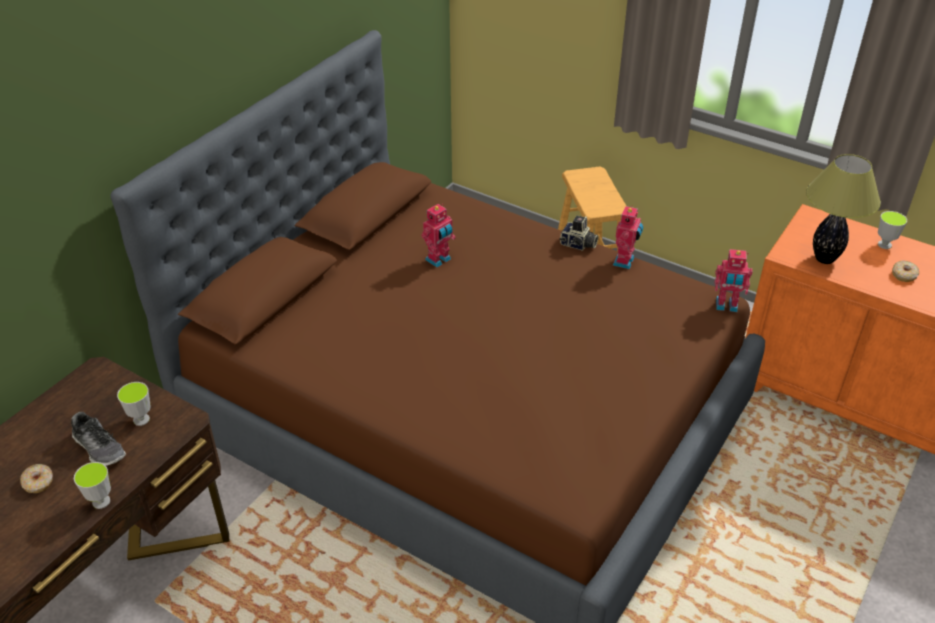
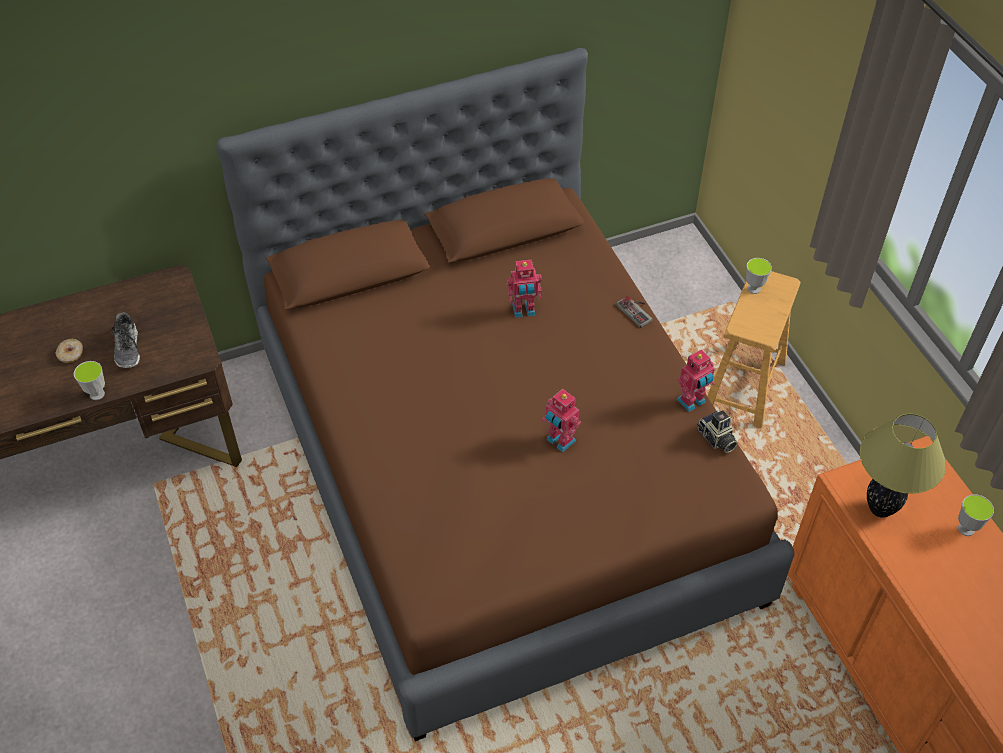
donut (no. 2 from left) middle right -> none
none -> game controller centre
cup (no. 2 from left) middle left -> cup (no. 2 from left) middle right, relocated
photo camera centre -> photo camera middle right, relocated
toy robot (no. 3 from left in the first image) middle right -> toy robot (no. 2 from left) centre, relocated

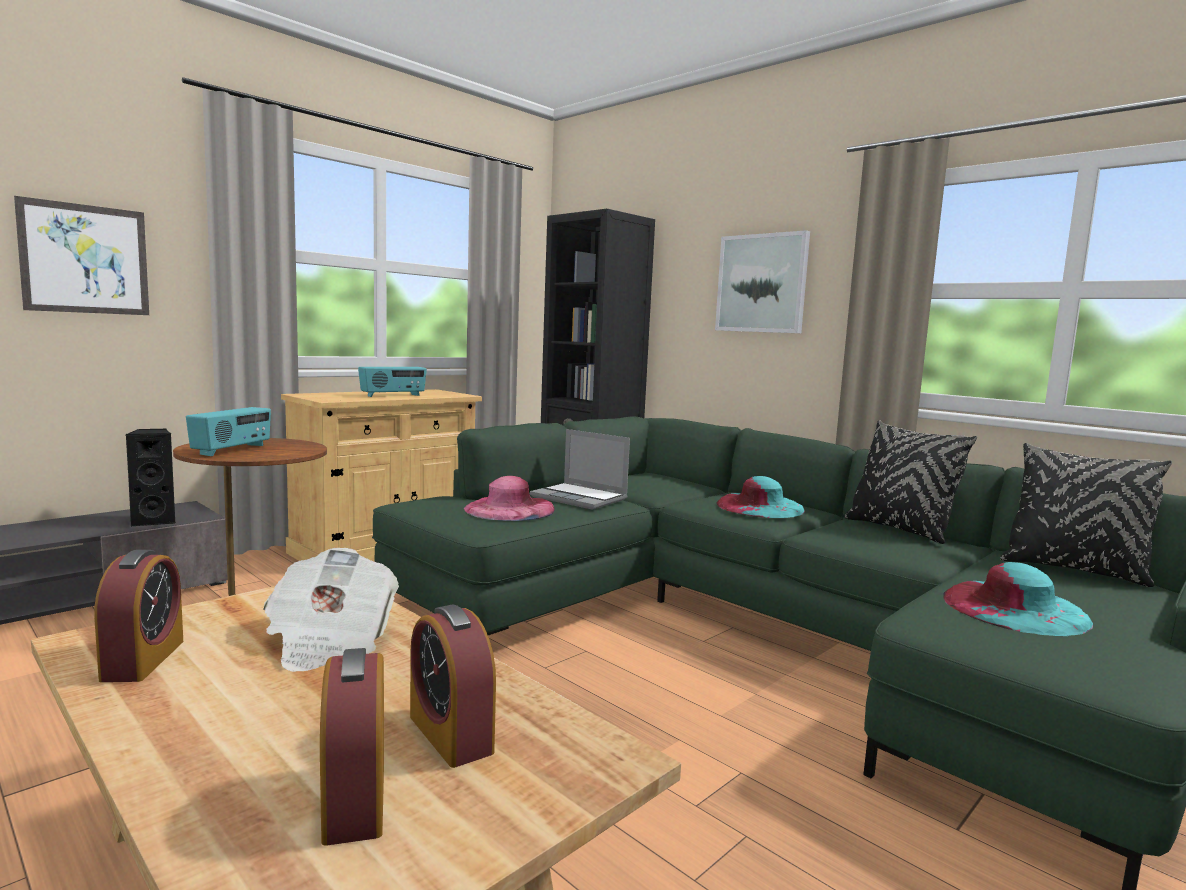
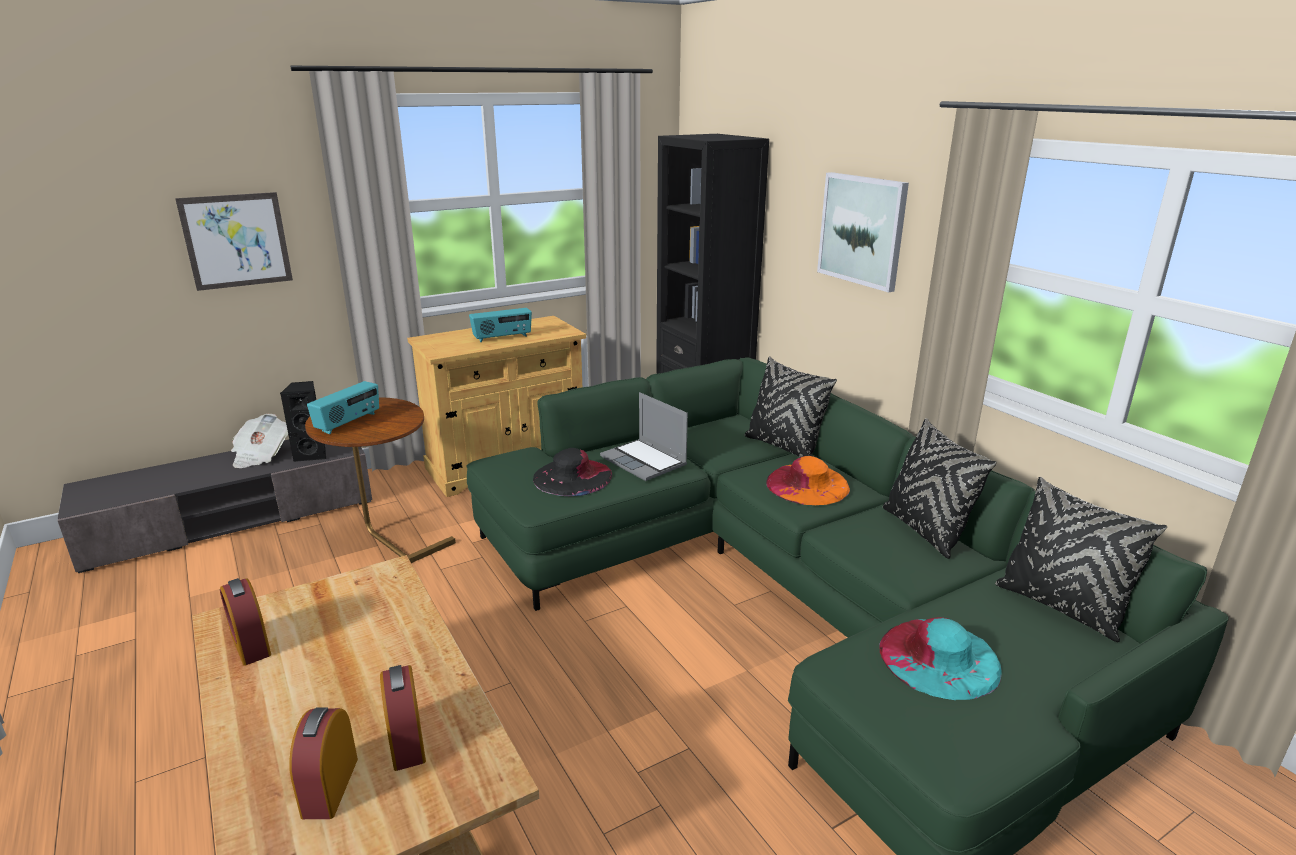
none -> black pillow (no. 1 from left) centre
newspaper bottom left -> newspaper middle left, relocated
pink hat centre -> black hat centre
turquoise hat (no. 1 from left) centre -> orange hat centre
alarm clock (no. 1 from left) bottom left, 135 degrees clockwise

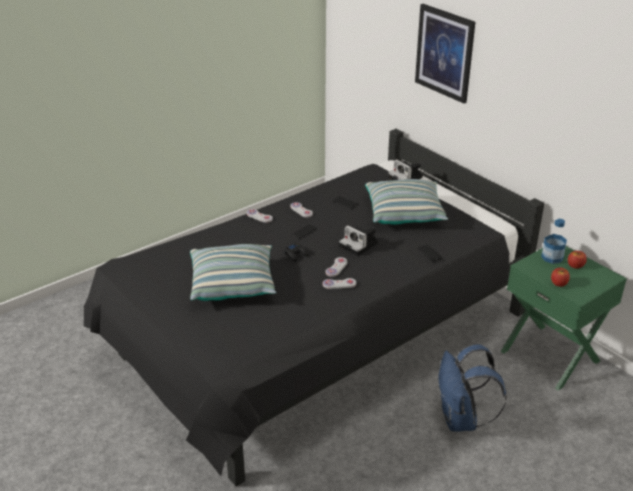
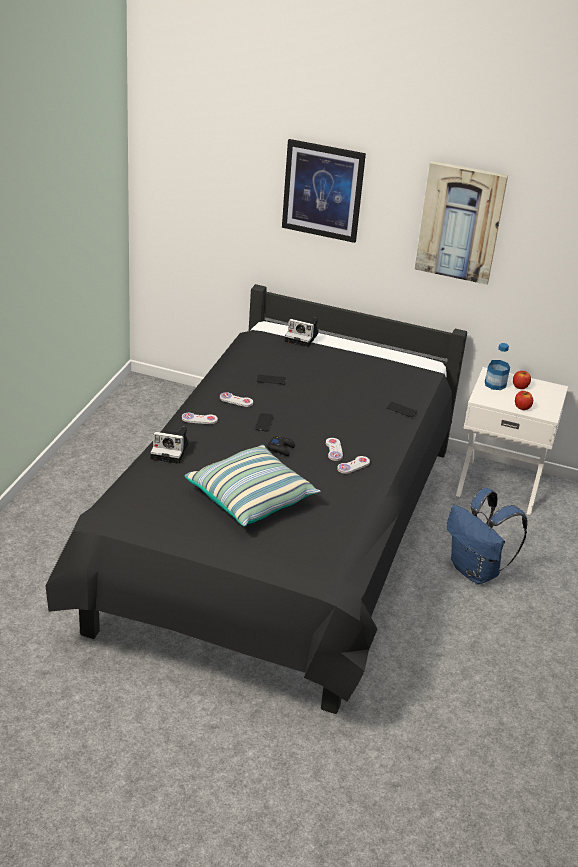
pillow (no. 2 from left) centre -> none
none -> picture (no. 2 from left) top right
photo camera (no. 1 from left) centre -> photo camera (no. 1 from left) middle left, relocated
green nightstand middle right -> white nightstand middle right

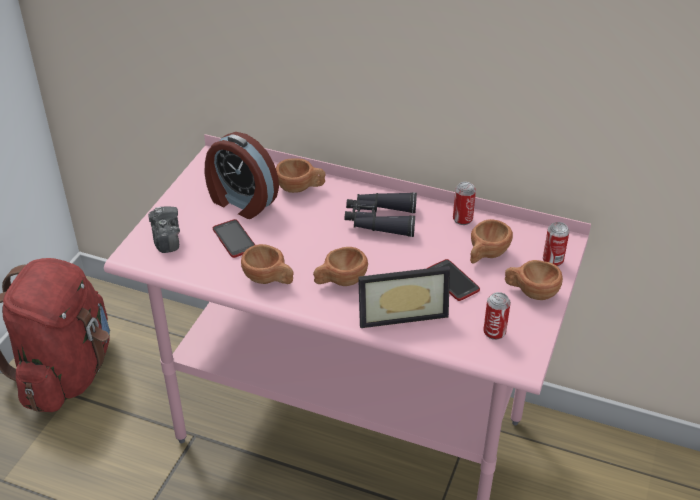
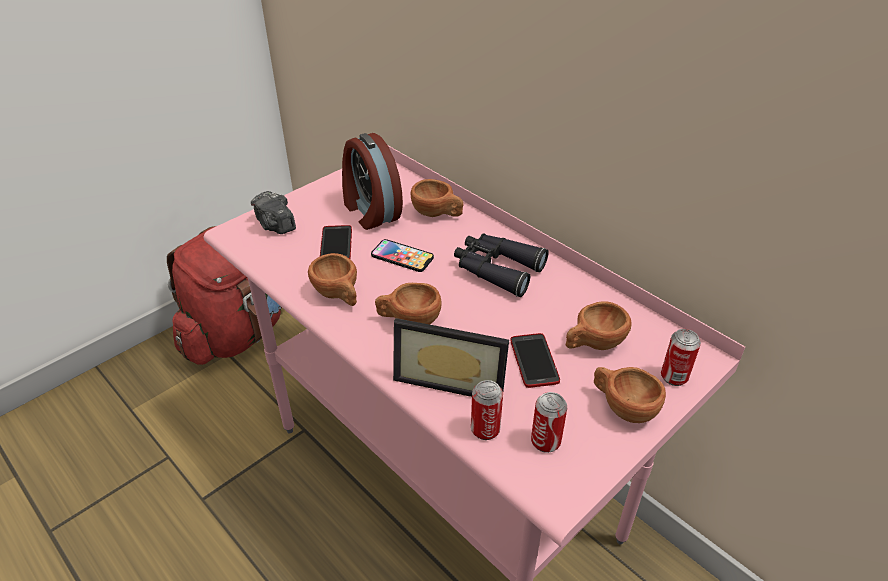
none -> phone (no. 2 from left) centre
can (no. 1 from left) centre -> can (no. 1 from left) bottom centre, relocated
photo camera middle left, 135 degrees clockwise

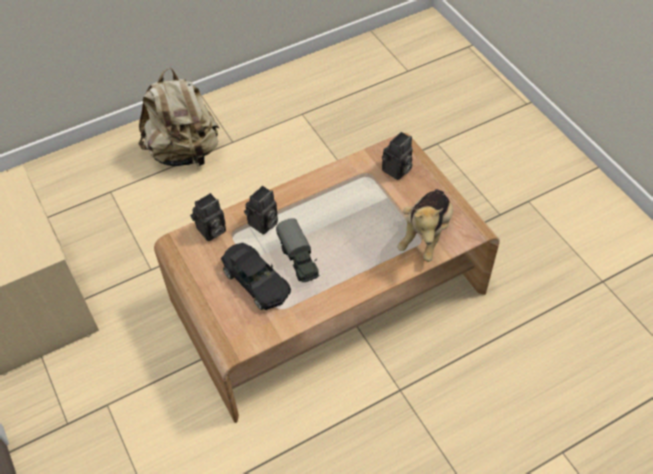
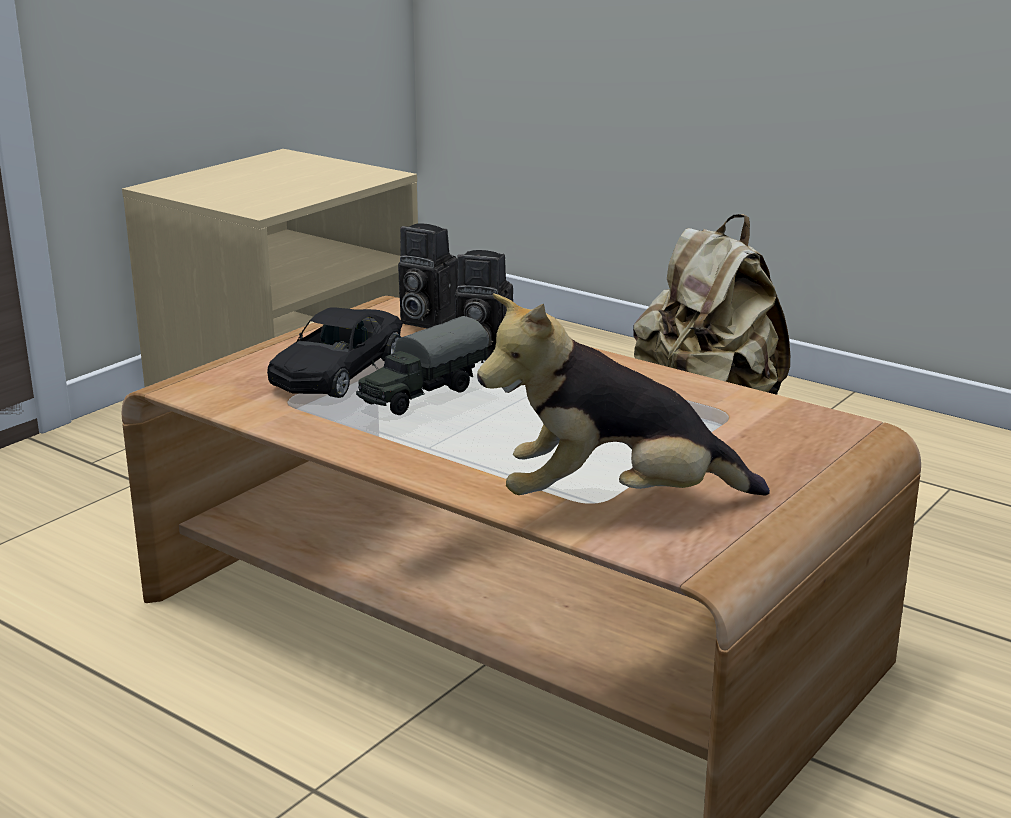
photo camera (no. 3 from left) top centre -> none

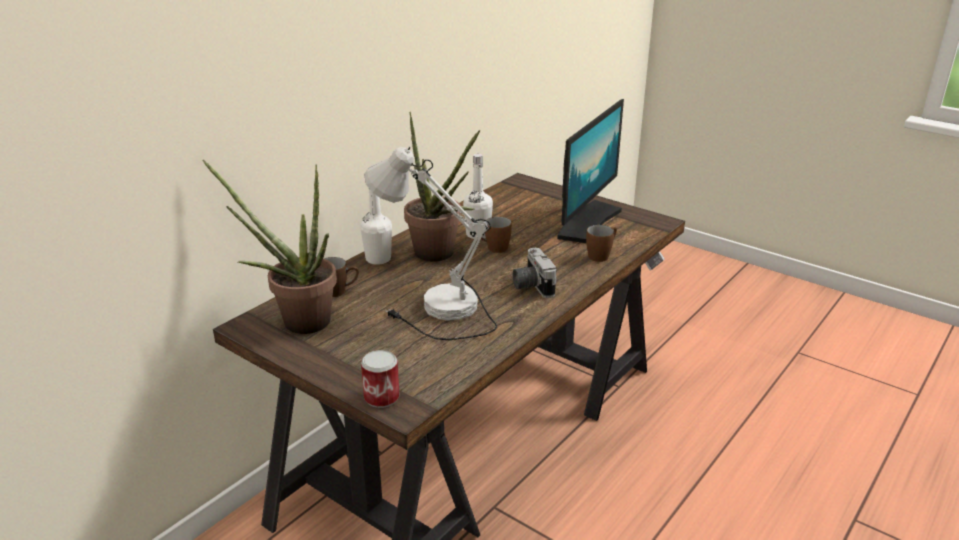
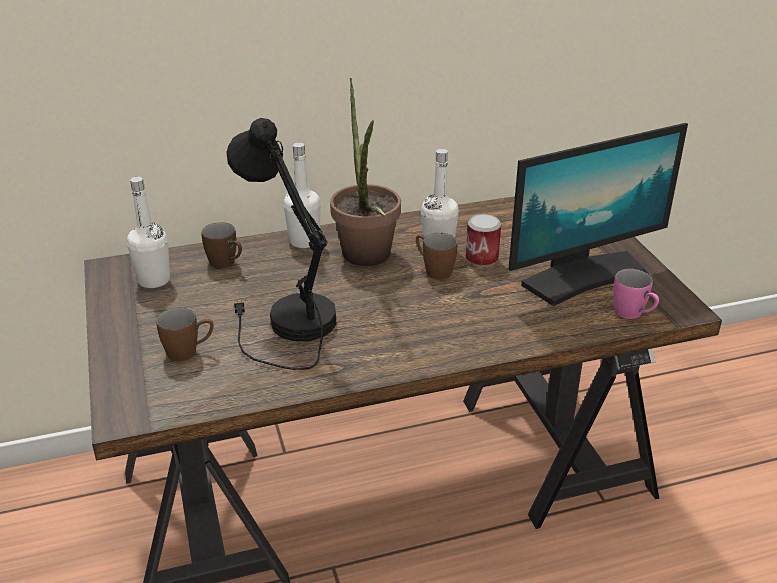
photo camera centre -> none
none -> pink mug middle right
can bottom centre -> can centre, relocated
brown mug (no. 3 from left in the first image) centre -> brown mug (no. 1 from left) middle left, relocated
potted plant (no. 1 from left) middle left -> white bottle (no. 1 from left) middle left
white table lamp centre -> black table lamp centre

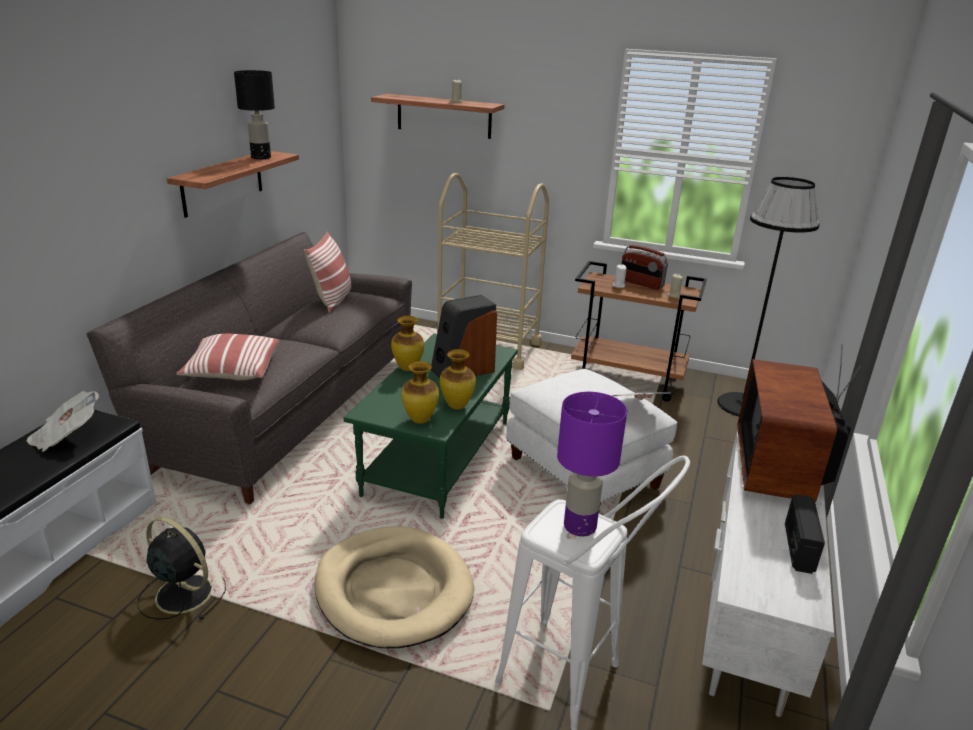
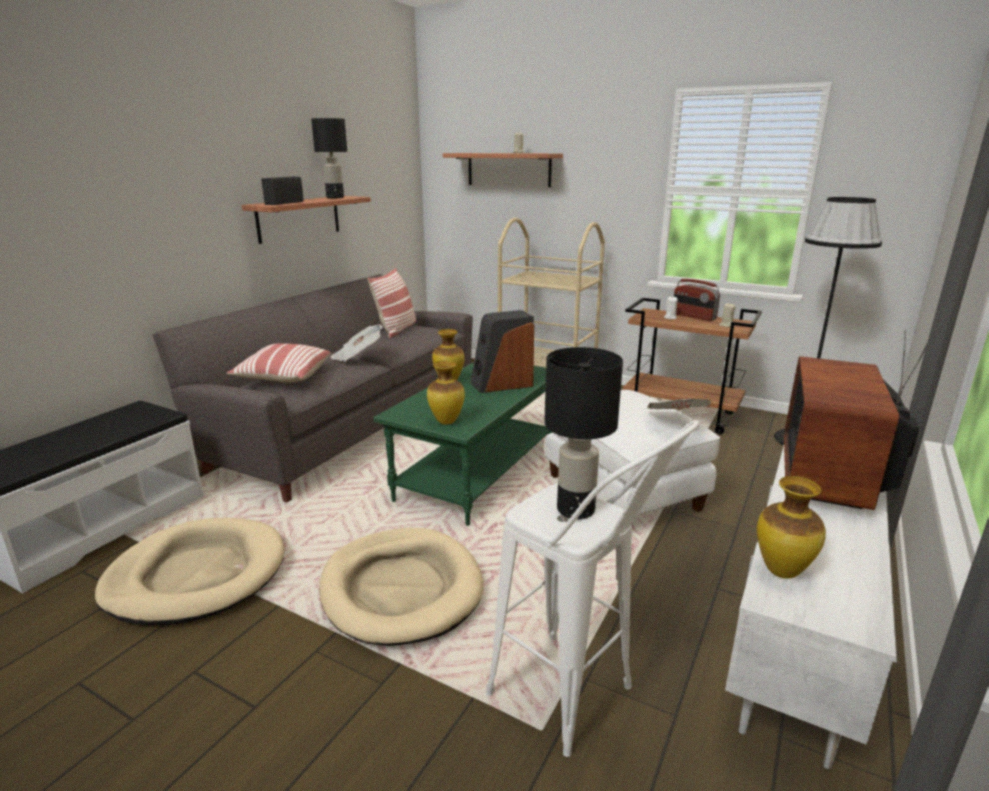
newspaper (no. 1 from left) middle left -> newspaper (no. 1 from left) centre, relocated
vase (no. 3 from left) centre -> vase (no. 3 from left) middle right, relocated
radio (no. 2 from left in the first image) bottom right -> radio (no. 1 from left) top left, relocated
black fan bottom left -> beige dog bed (no. 1 from left) bottom left
purple table lamp centre -> black table lamp (no. 2 from left) centre

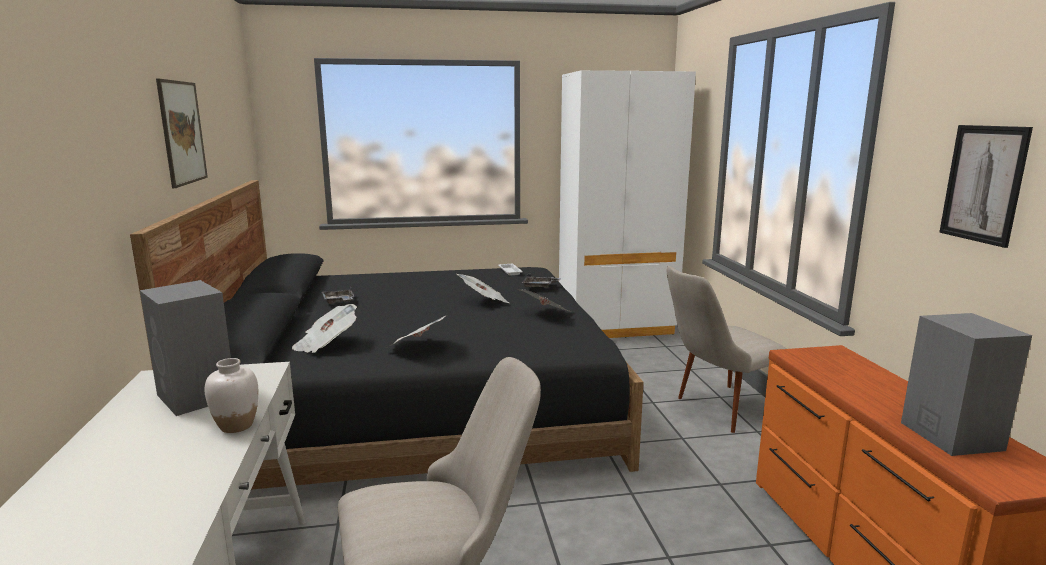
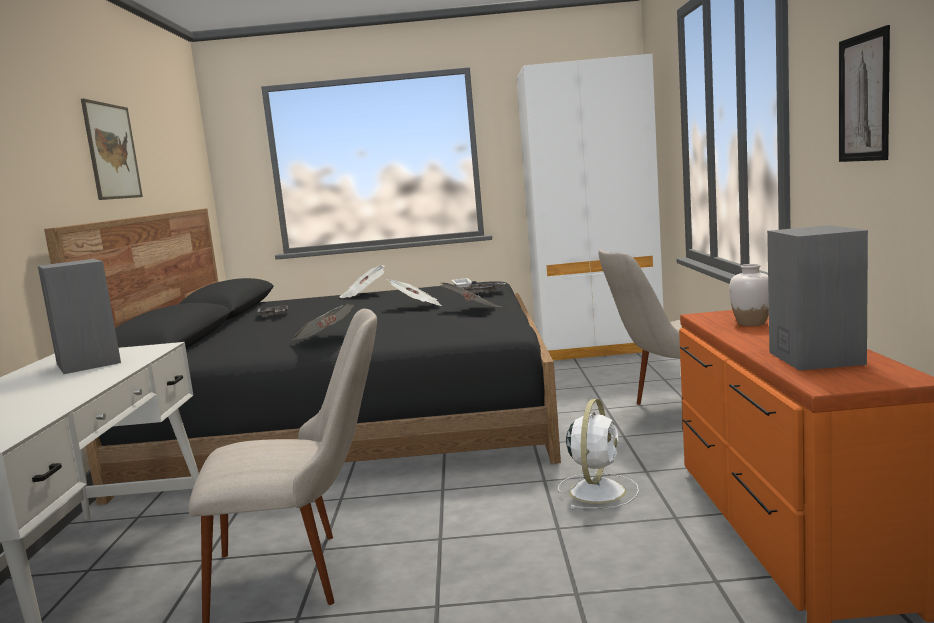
none -> white fan bottom centre
white vase bottom left -> white vase middle right, relocated
newspaper (no. 1 from left in the first image) middle left -> newspaper (no. 2 from left) centre, relocated

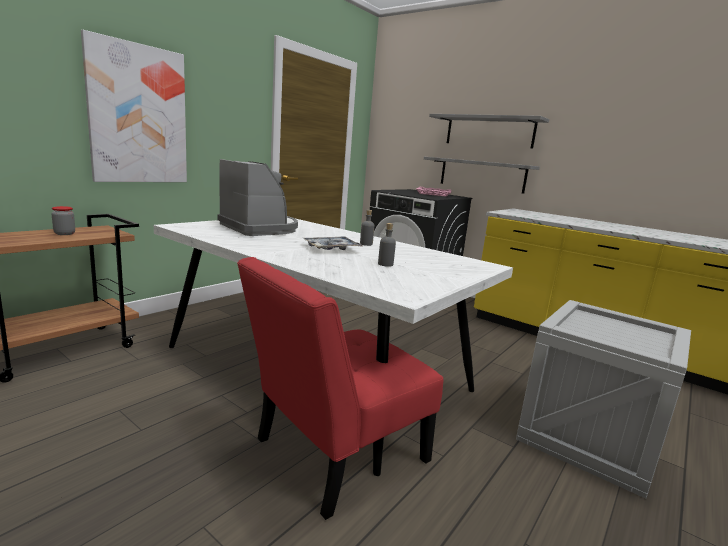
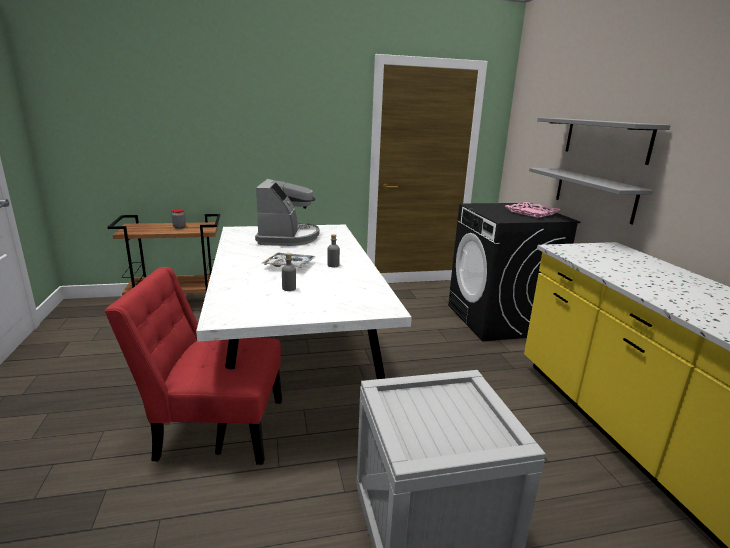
picture top left -> none

